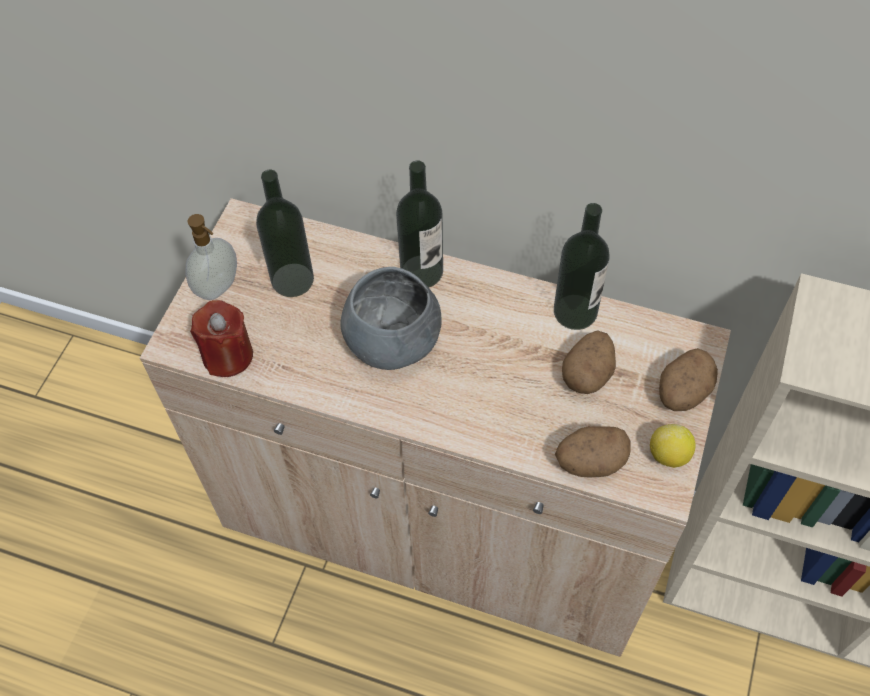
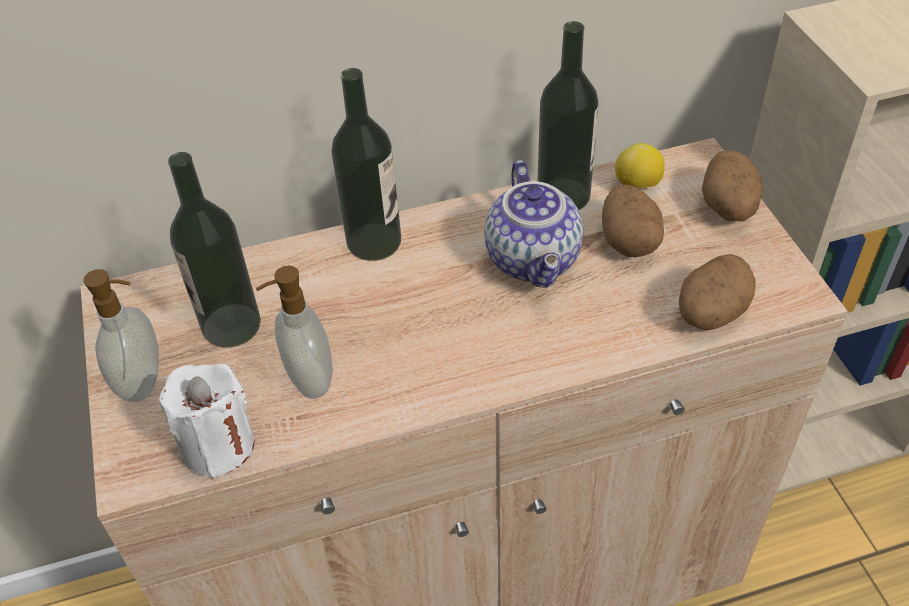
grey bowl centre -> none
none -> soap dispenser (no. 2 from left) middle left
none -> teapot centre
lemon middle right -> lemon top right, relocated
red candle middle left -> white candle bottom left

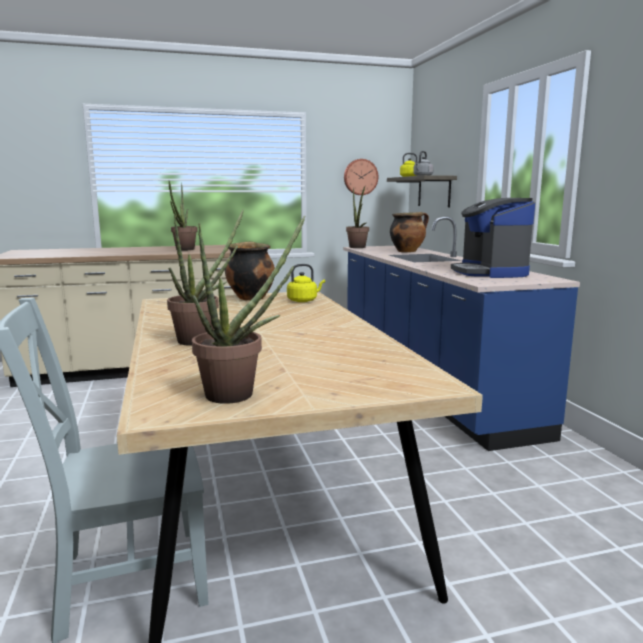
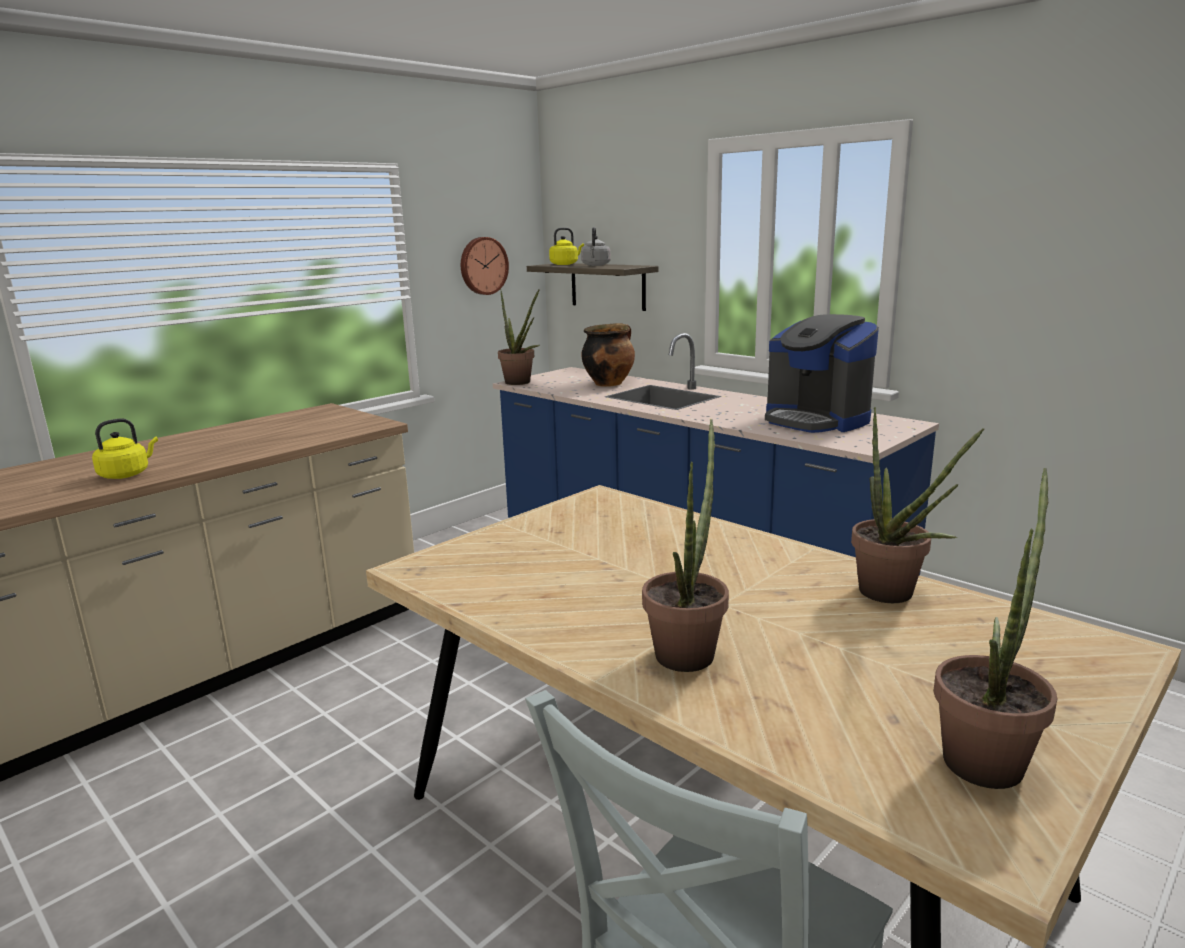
cooking pot (no. 1 from left) centre -> none
potted plant (no. 1 from left in the first image) middle left -> potted plant (no. 3 from left) middle right, relocated
yellow kettle (no. 1 from left) centre -> yellow kettle (no. 1 from left) middle left, relocated

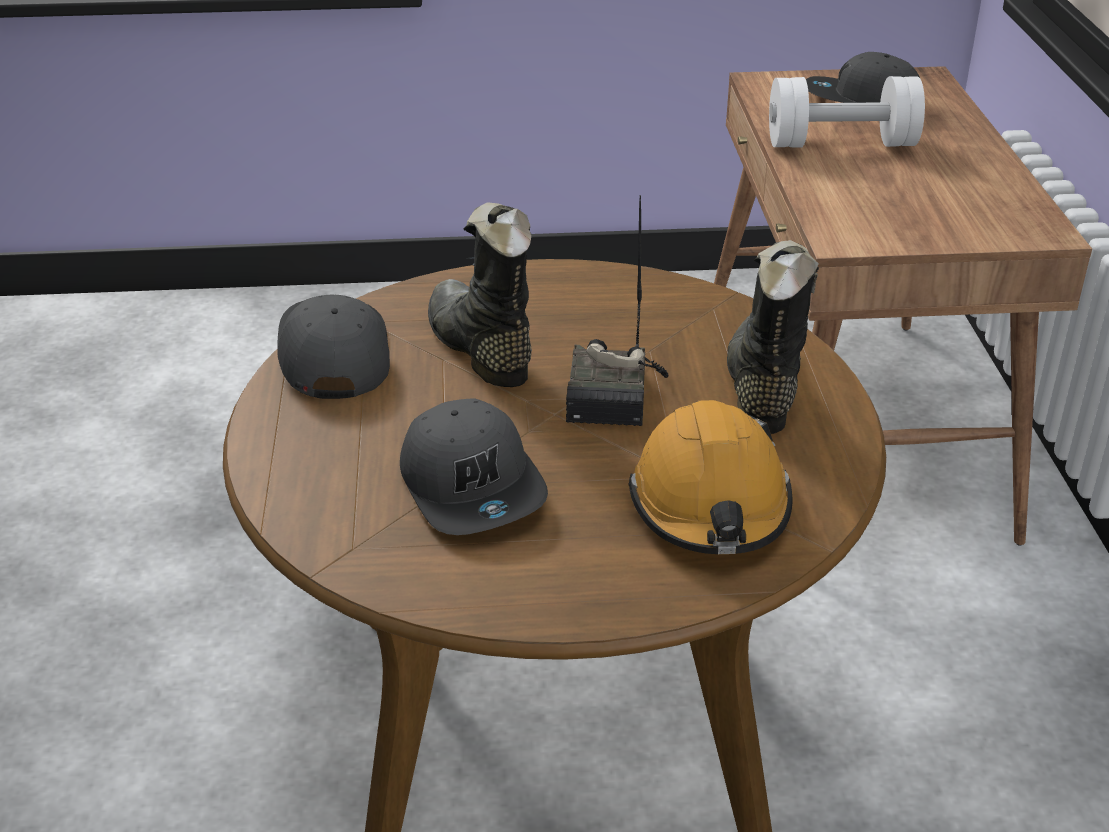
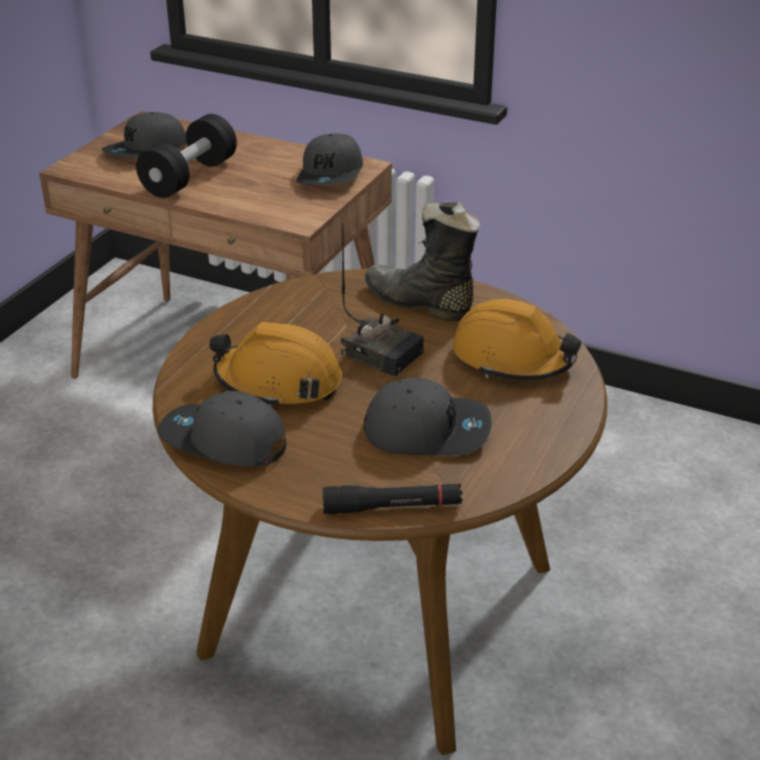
none -> grey cap (no. 3 from left) top centre
none -> black flashlight centre
black boot (no. 1 from left) centre -> orange hard hat (no. 1 from left) centre
white dumbbell top right -> black dumbbell top left

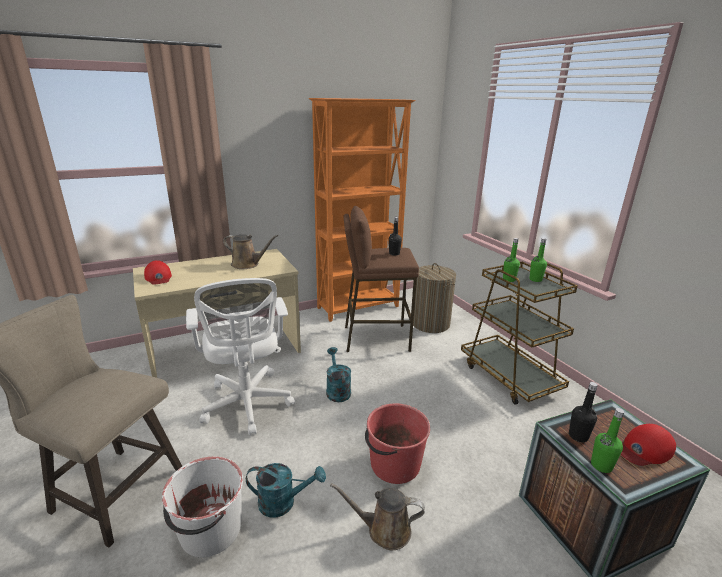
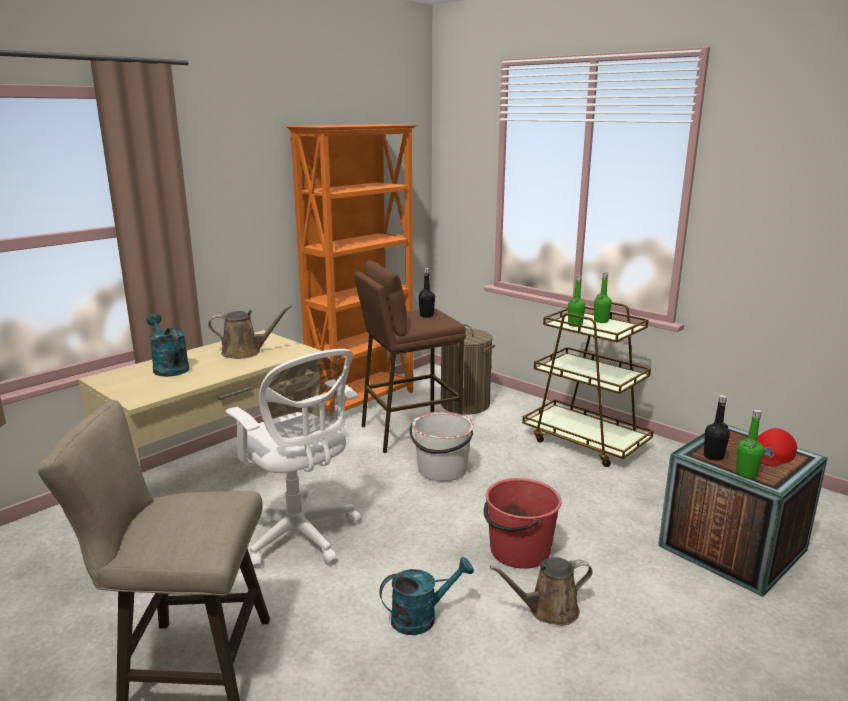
red cap (no. 1 from left) middle left -> none
white bucket bottom left -> white bucket centre, relocated
turquoise watering can (no. 2 from left in the first image) centre -> turquoise watering can (no. 1 from left) middle left, relocated

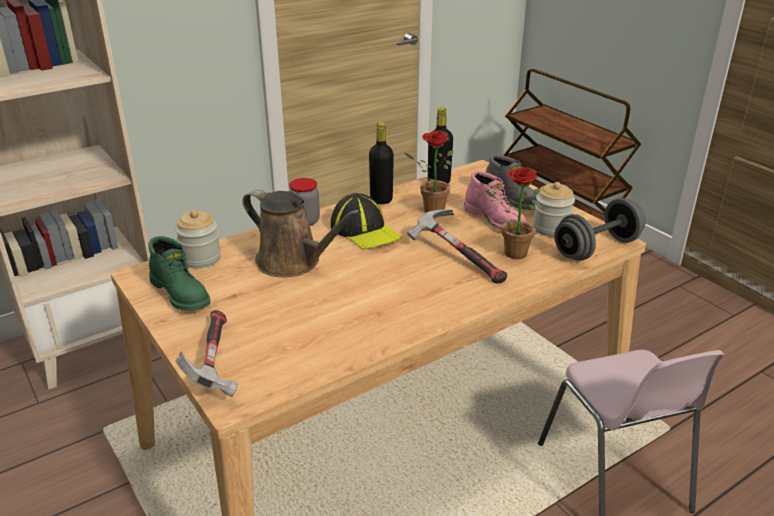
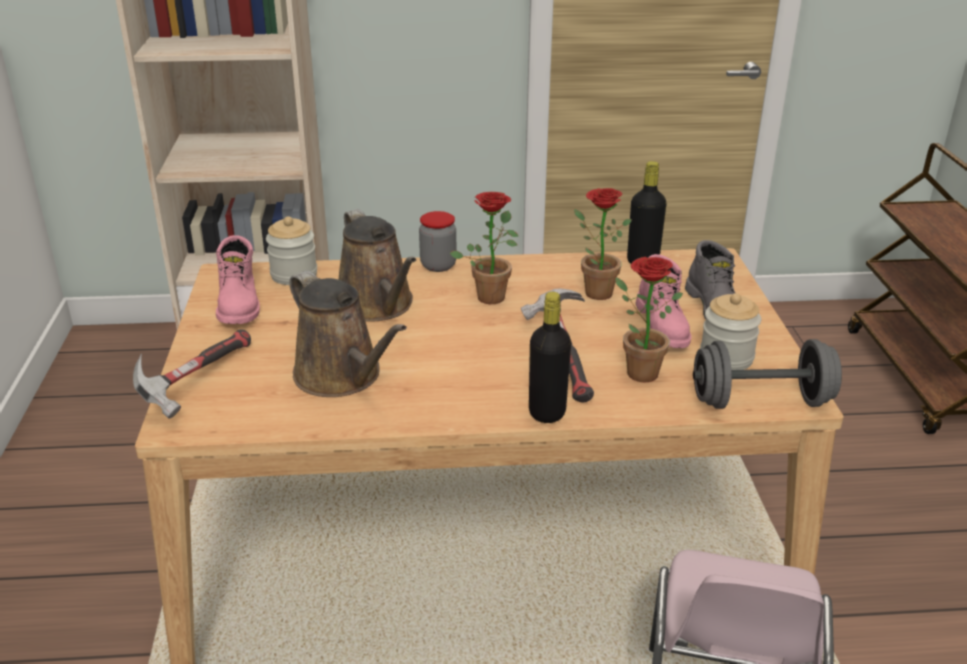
none -> brown watering can (no. 1 from left) centre
black bottle (no. 1 from left) top centre -> black bottle (no. 1 from left) centre, relocated
cap centre -> potted plant (no. 1 from left) centre
green boot middle left -> pink boot (no. 1 from left) middle left

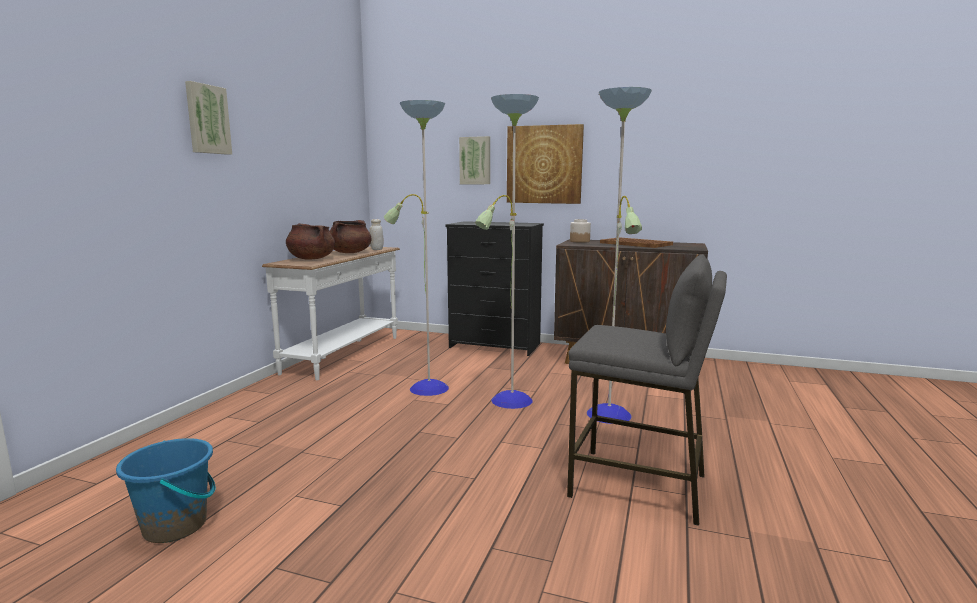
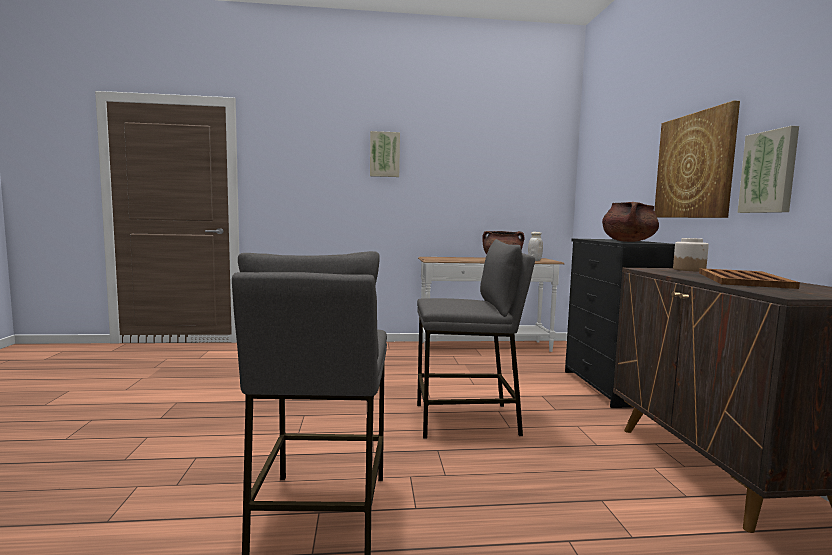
blue bucket bottom left -> none
brown cooking pot (no. 1 from left in the first image) middle left -> brown cooking pot (no. 2 from left) middle right, relocated
picture (no. 2 from left in the first image) top centre -> picture (no. 3 from left) top right, relocated
floor lamp centre -> grey stool (no. 2 from left) centre

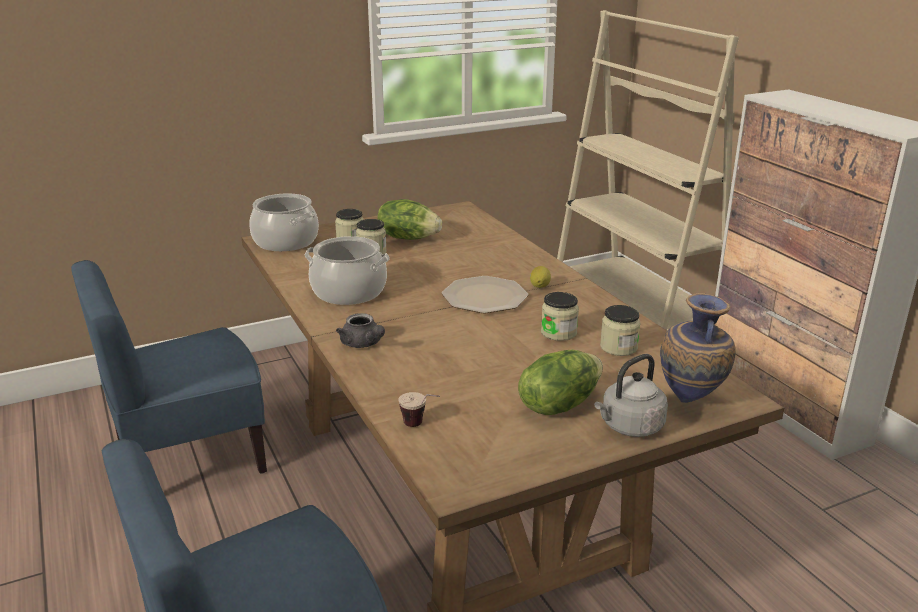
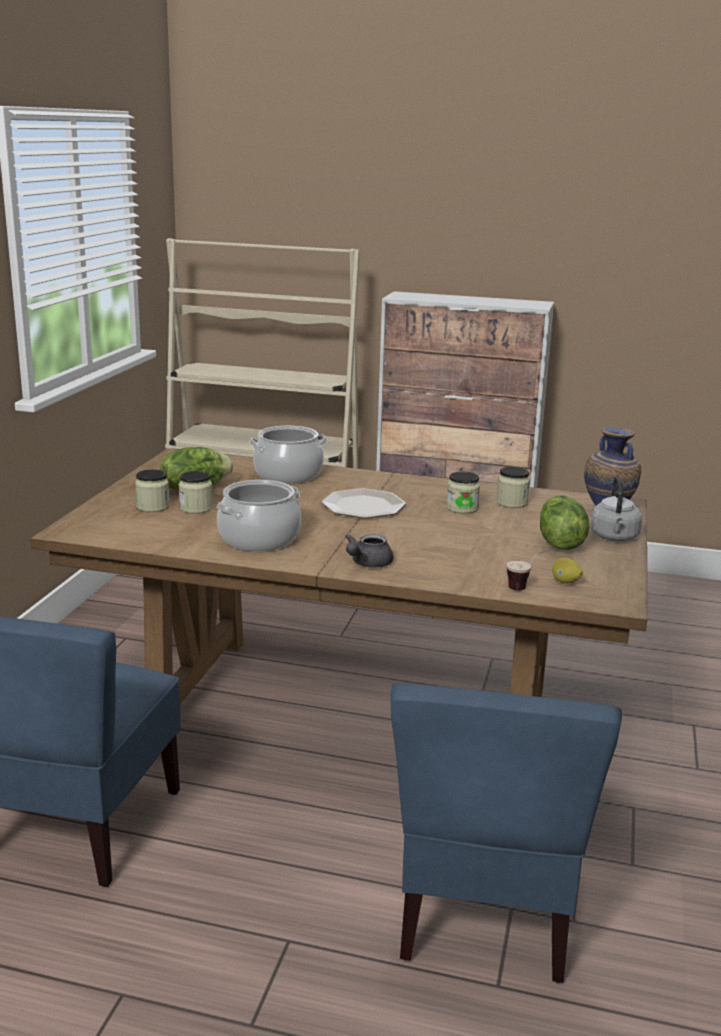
cooking pot (no. 1 from left in the first image) middle left -> cooking pot (no. 2 from left) centre, relocated
lemon centre -> lemon middle right, relocated
grey teapot centre, 120 degrees clockwise

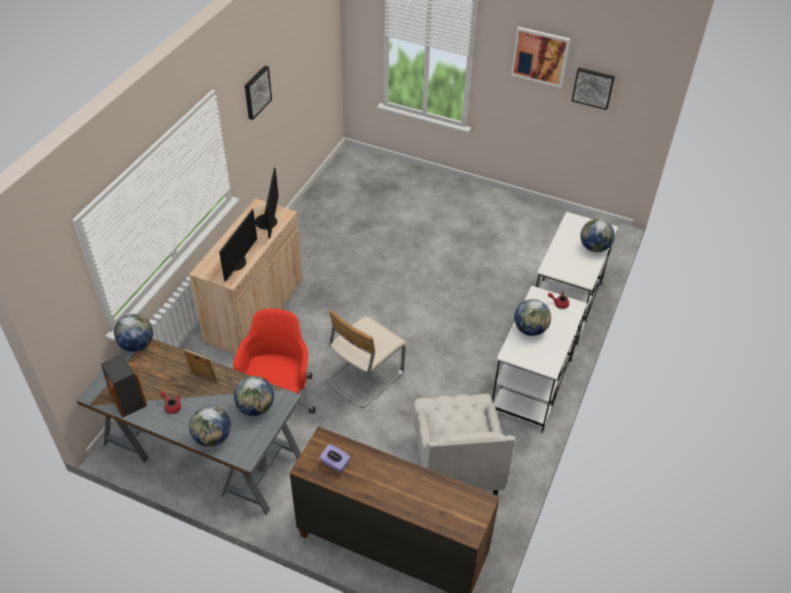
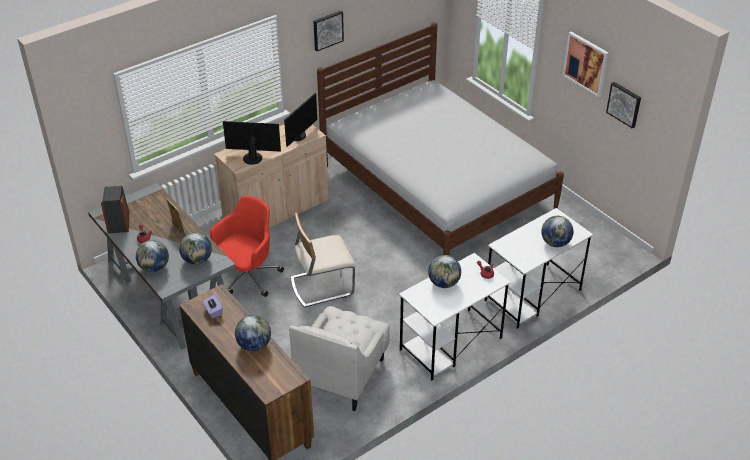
none -> white bed top centre
globe (no. 1 from left in the first image) middle left -> globe (no. 3 from left) bottom centre, relocated
monitor (no. 1 from left) middle left -> monitor (no. 1 from left) top centre, 135 degrees counterclockwise

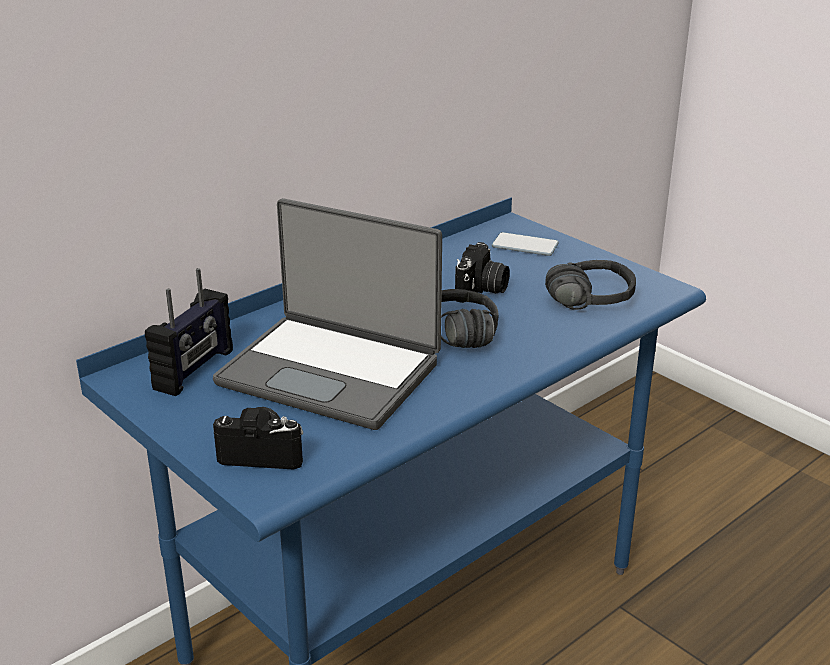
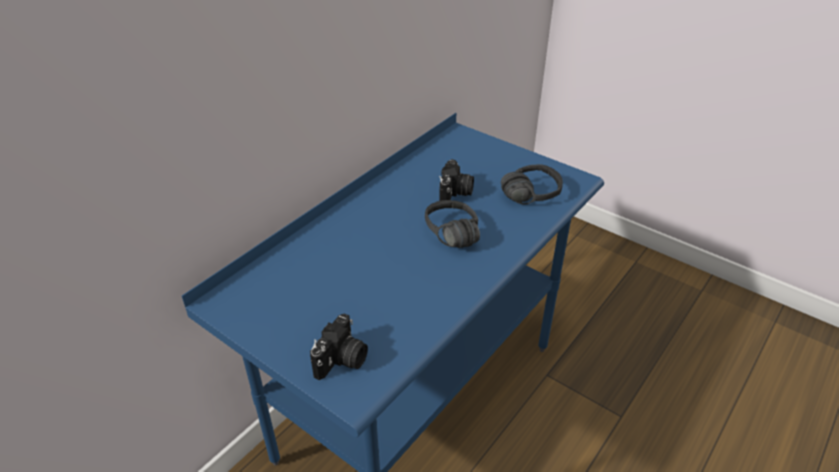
radio middle left -> none
laptop centre -> none
phone centre -> none
photo camera (no. 1 from left) middle left -> photo camera (no. 1 from left) bottom centre, 120 degrees clockwise

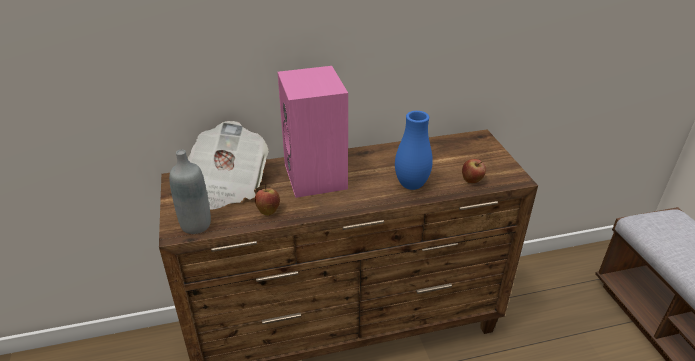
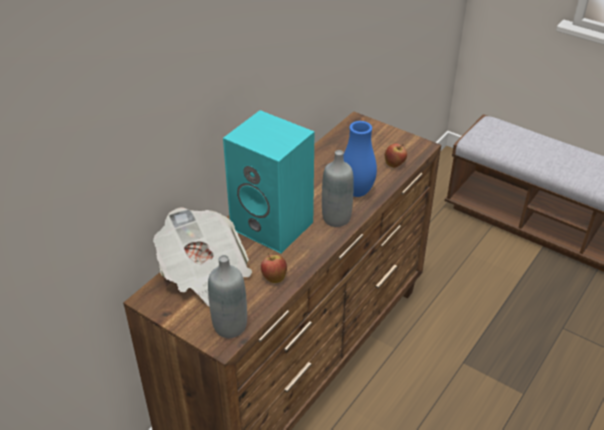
none -> grey bottle (no. 2 from left) centre
pink speaker centre -> turquoise speaker centre

